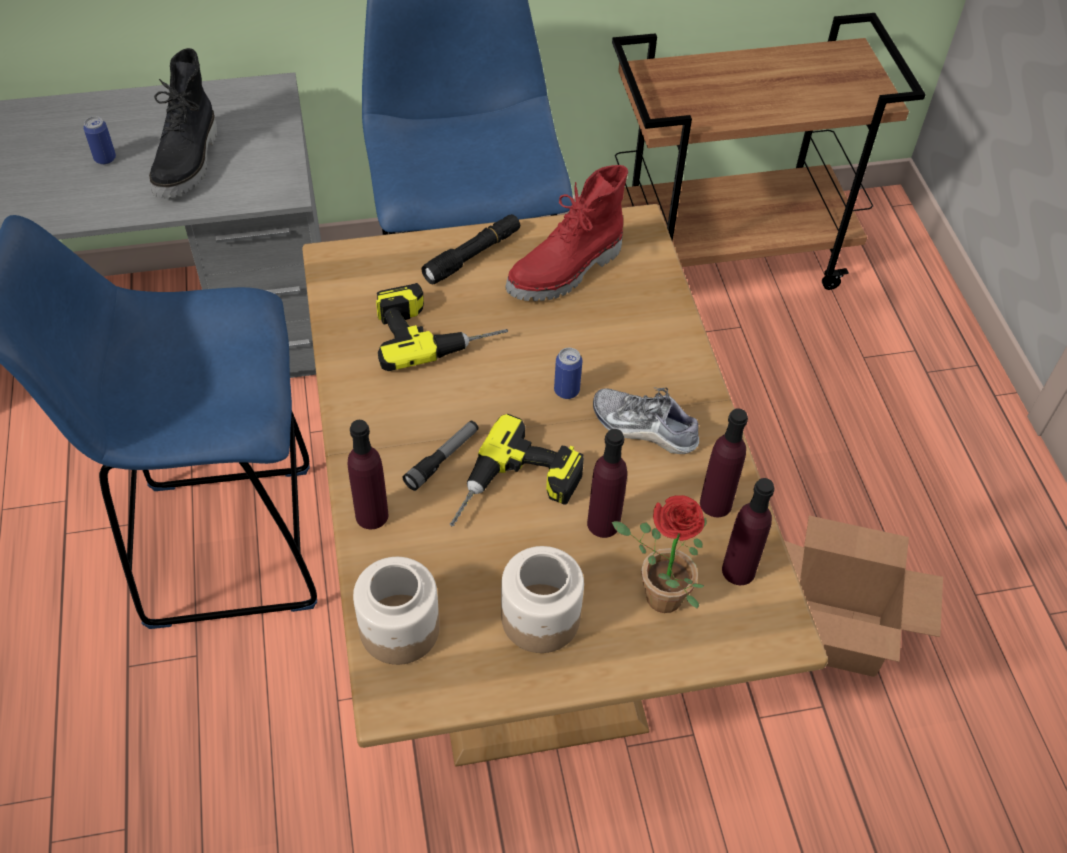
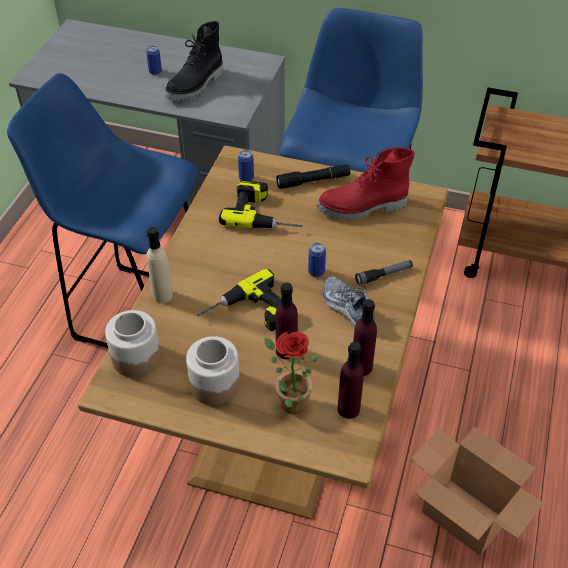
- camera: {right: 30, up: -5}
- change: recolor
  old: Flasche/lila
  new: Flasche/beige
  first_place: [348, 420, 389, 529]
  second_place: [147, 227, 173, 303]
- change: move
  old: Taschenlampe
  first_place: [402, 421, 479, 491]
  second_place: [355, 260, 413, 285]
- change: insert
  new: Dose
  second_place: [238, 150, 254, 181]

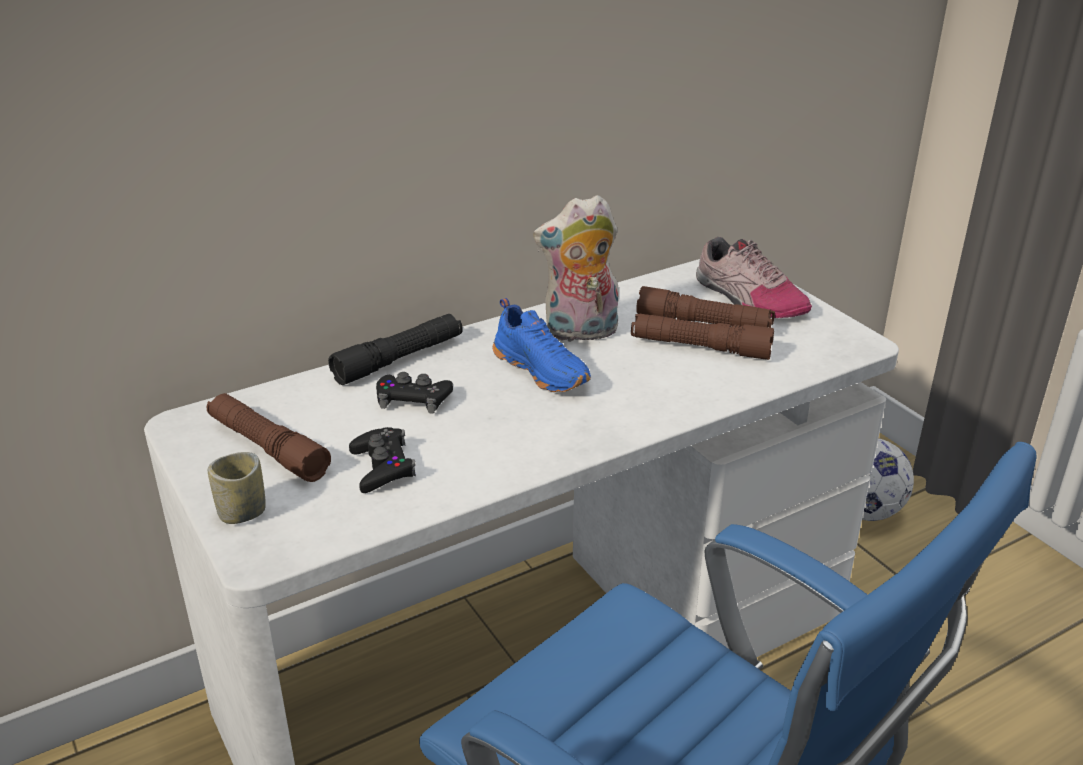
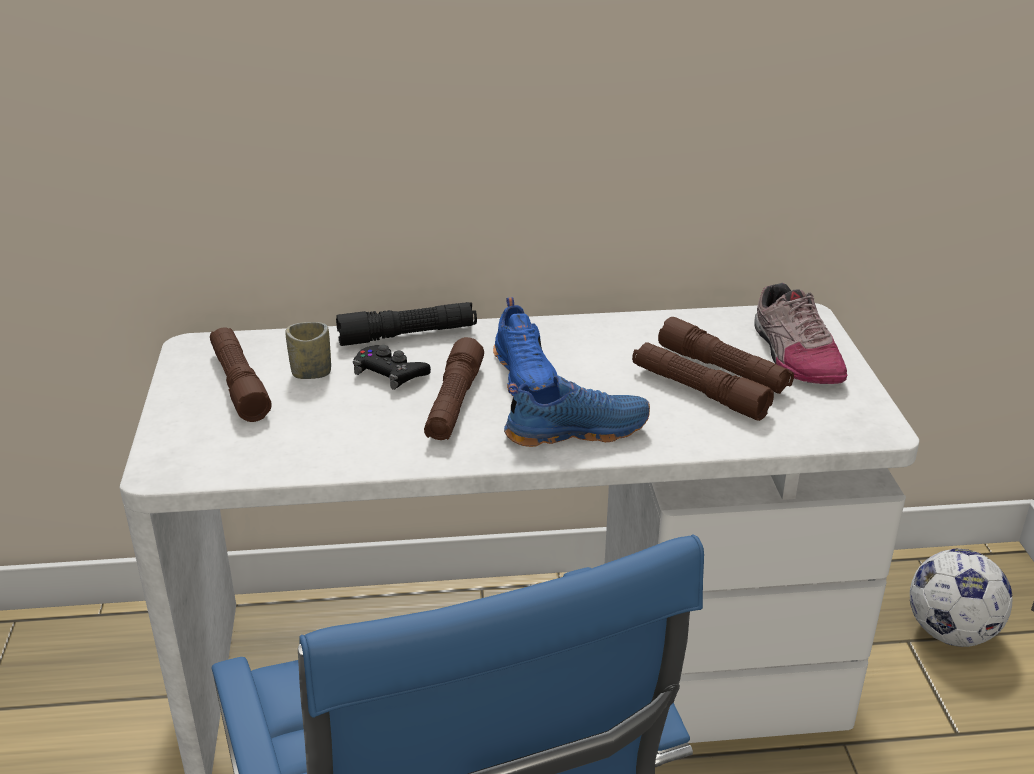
- camera: {right: 25, up: 0}
- change: move
  old: Tasse
  first_place: [208, 452, 266, 524]
  second_place: [285, 322, 331, 379]
- change: delete
  old: Gamepad/schwarz
  first_place: [349, 427, 416, 493]
- change: delete
  old: Plüschtier
  first_place: [533, 195, 619, 342]
- change: insert
  new: Taschenlampe/braun
  second_place: [424, 337, 484, 440]
- change: insert
  new: Schuh/blau
  second_place: [504, 376, 650, 447]

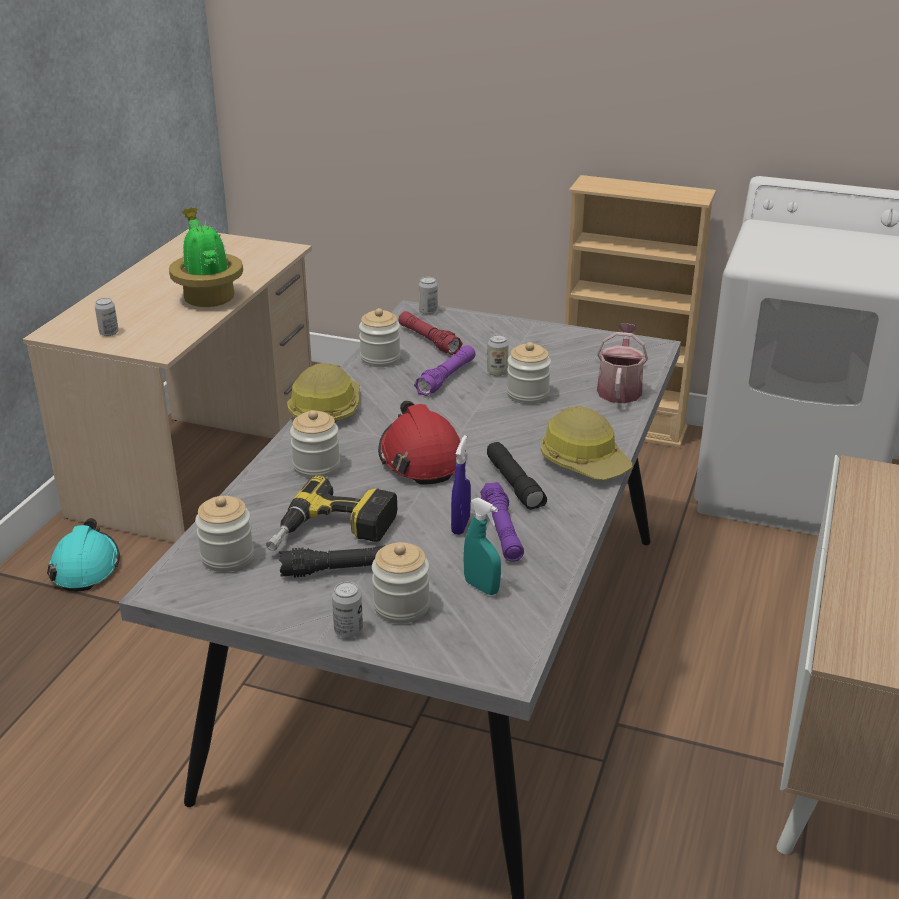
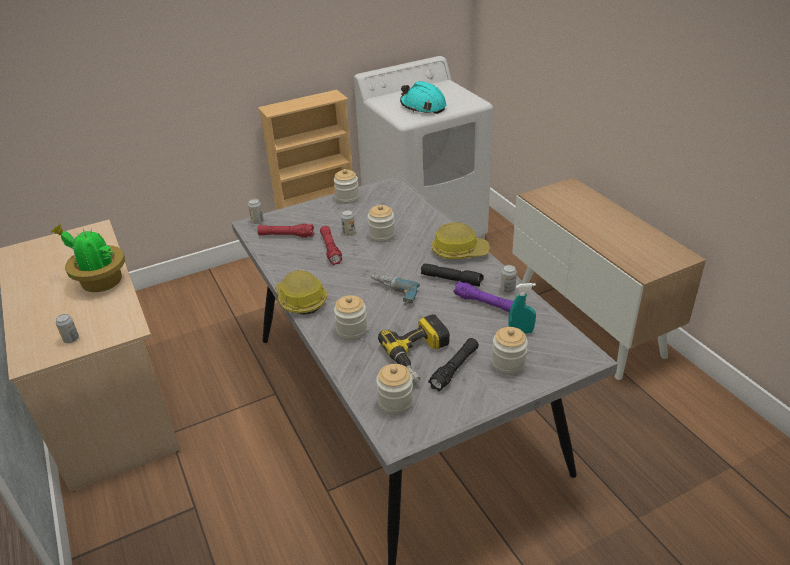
- camera: {right: -45, up: 5}
- change: move
  old: Schutzhelm/türkis
  first_place: [47, 518, 120, 591]
  second_place: [400, 81, 447, 114]
- change: move
  old: Dose
  first_place: [332, 582, 363, 638]
  second_place: [500, 265, 517, 294]
- change: move
  old: Vorratsglas
  first_place: [359, 308, 401, 367]
  second_place: [334, 169, 359, 204]
- change: replace
  old: Schutzhelm/rot
  new: Bohrmaschine
  first_place: [378, 400, 466, 484]
  second_place: [370, 274, 420, 305]
- change: recolor
  old: Taschenlampe/lila
  new: Taschenlampe/rot
  first_place: [414, 345, 476, 396]
  second_place: [320, 226, 342, 265]
- change: delete
  old: Sprühflasche/blau
  first_place: [451, 435, 471, 535]
- change: delete
  old: Gießkanne
  first_place: [597, 324, 648, 403]

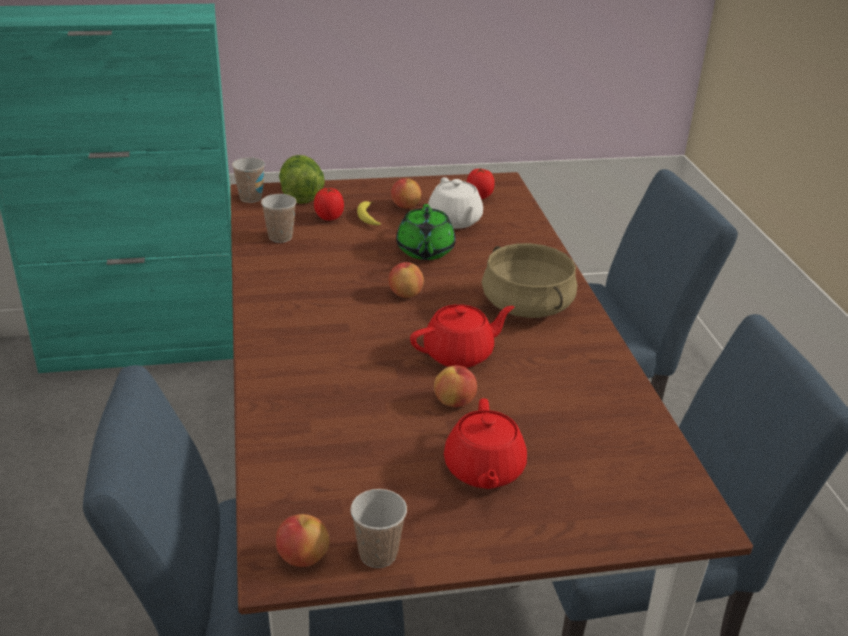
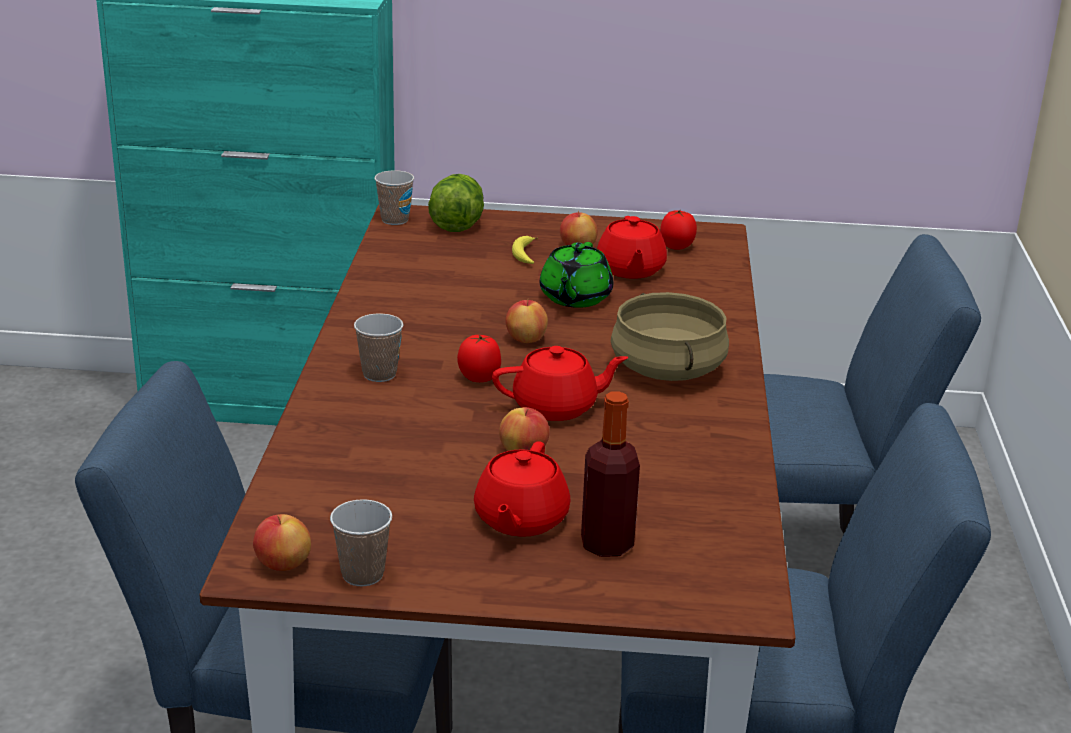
- camera: {right: 15, up: -5}
- change: move
  old: Tasse
  first_place: [261, 194, 297, 243]
  second_place: [354, 314, 403, 382]
- change: move
  old: Tomate
  first_place: [314, 188, 344, 221]
  second_place: [457, 335, 501, 382]
- change: recolor
  old: Teekanne/weiß
  new: Teekanne/rot
  first_place: [428, 177, 483, 229]
  second_place: [597, 216, 667, 279]
- change: insert
  new: Flasche
  second_place: [581, 391, 640, 557]

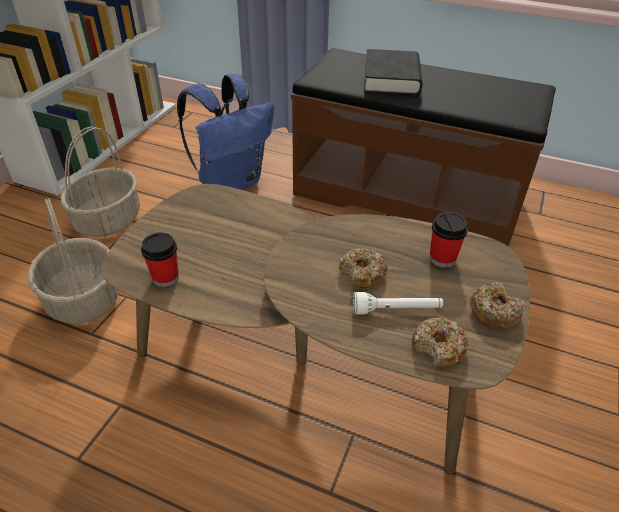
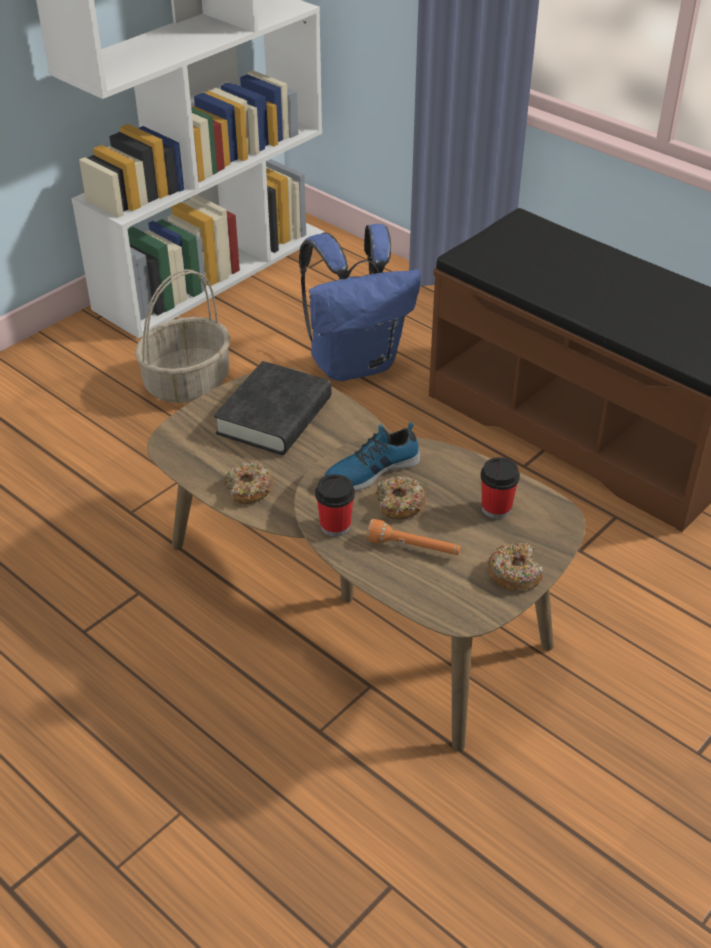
- camera: {right: 20, up: 0}
- change: delete
  old: Korb
  first_place: [28, 198, 119, 324]
- change: move
  old: Tasse
  first_place: [141, 233, 179, 287]
  second_place: [315, 474, 355, 537]
- change: recolor
  old: Taschenlampe/weiß
  new: Taschenlampe/orange
  first_place: [353, 292, 443, 315]
  second_place: [367, 519, 461, 555]
- change: move
  old: Buch/schwarz
  first_place: [364, 49, 422, 96]
  second_place: [214, 361, 331, 455]
- change: move
  old: Donut
  first_place: [412, 317, 469, 367]
  second_place: [224, 462, 273, 504]
- change: insert
  new: Schuh
  second_place: [324, 422, 420, 491]

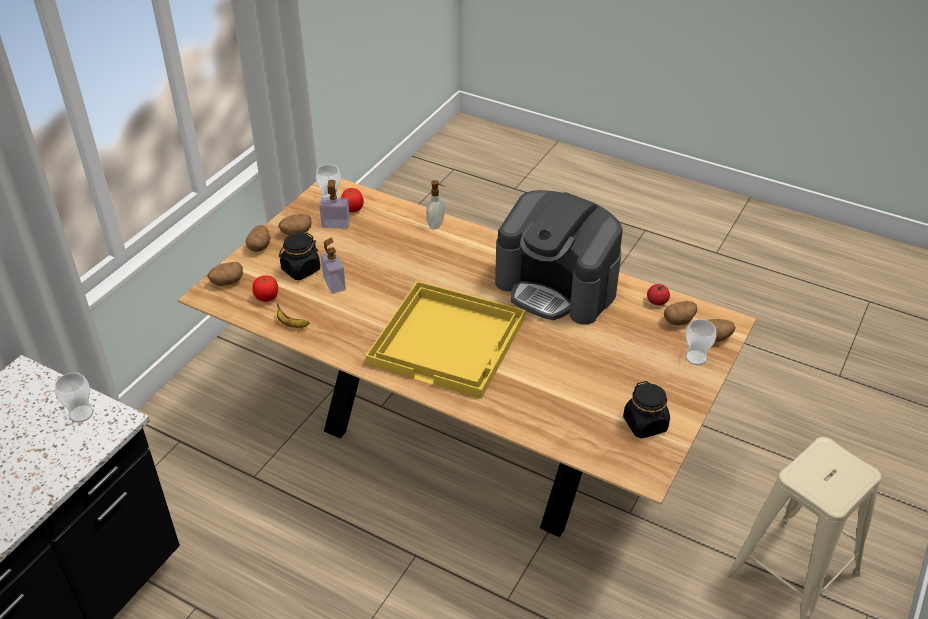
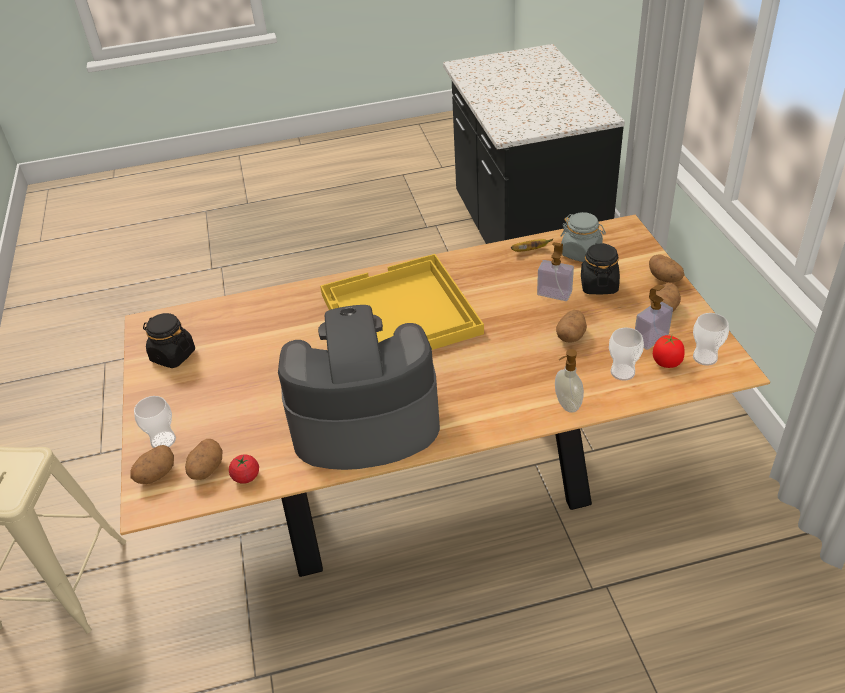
- camera: {right: 140, up: 0}
- change: move
  old: Tasse
  first_place: [55, 373, 93, 423]
  second_place: [609, 328, 644, 381]
- change: move
  old: Kartoffel
  first_place: [207, 262, 243, 286]
  second_place: [556, 310, 587, 343]
- change: replace
  old: Tomate
  new: Vorratsglas/grau
  first_place: [253, 275, 278, 302]
  second_place: [561, 212, 606, 262]

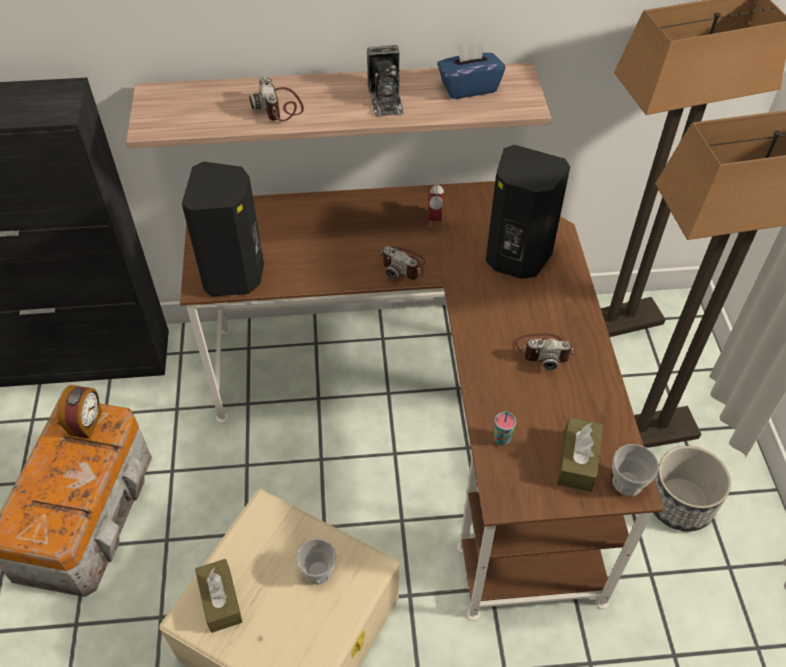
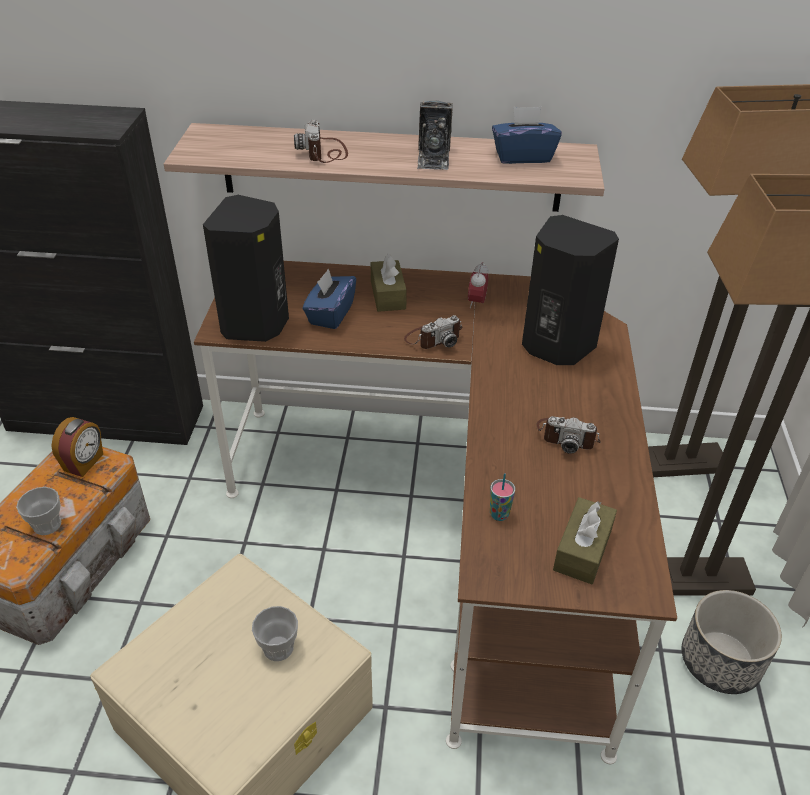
- camera: {right: 10, up: -10}
- change: move
  old: Taschentuchbox/braun
  first_place: [195, 559, 242, 633]
  second_place: [371, 253, 407, 312]
- change: rotate
  old: Kamera
  first_place: [380, 246, 426, 280]
  second_place: [404, 315, 462, 349]
  degrees: -75
- change: move
  old: Tasse
  first_place: [612, 444, 659, 496]
  second_place: [16, 487, 61, 535]
- change: insert
  new: Taschentuchbox/blau
  second_place: [302, 268, 356, 329]

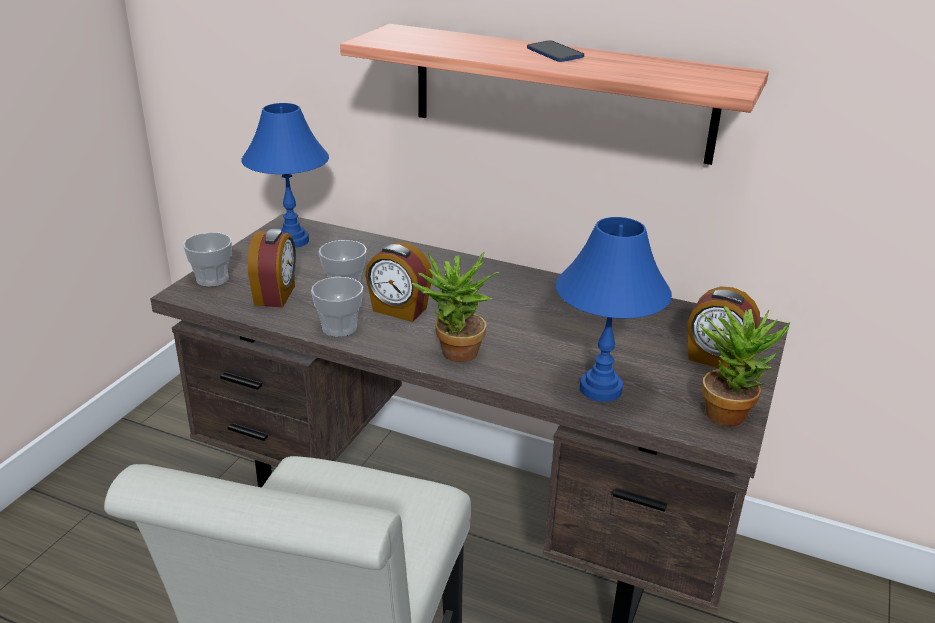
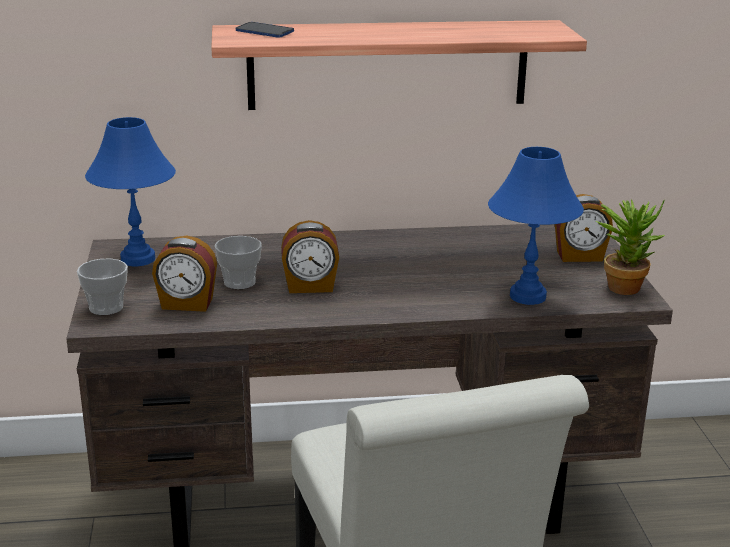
- camera: {right: -30, up: -5}
- change: rotate
  old: Wecker
  first_place: [248, 229, 296, 308]
  second_place: [152, 236, 217, 312]
  degrees: 120
- change: delete
  old: Tasse
  first_place: [311, 277, 363, 337]
- change: delete
  old: Topfpflanze
  first_place: [412, 251, 500, 362]
- change: move
  old: Handy
  first_place: [527, 41, 584, 62]
  second_place: [236, 22, 294, 38]

